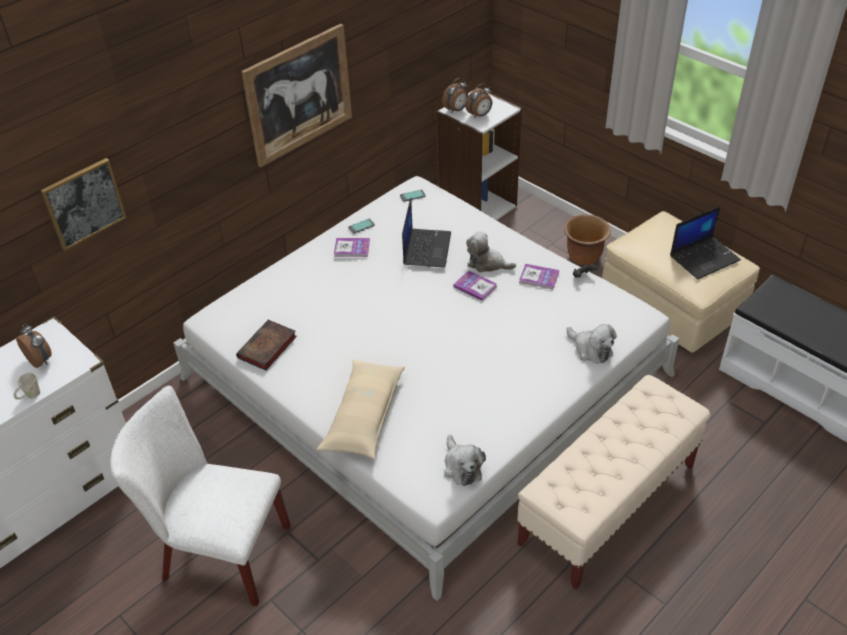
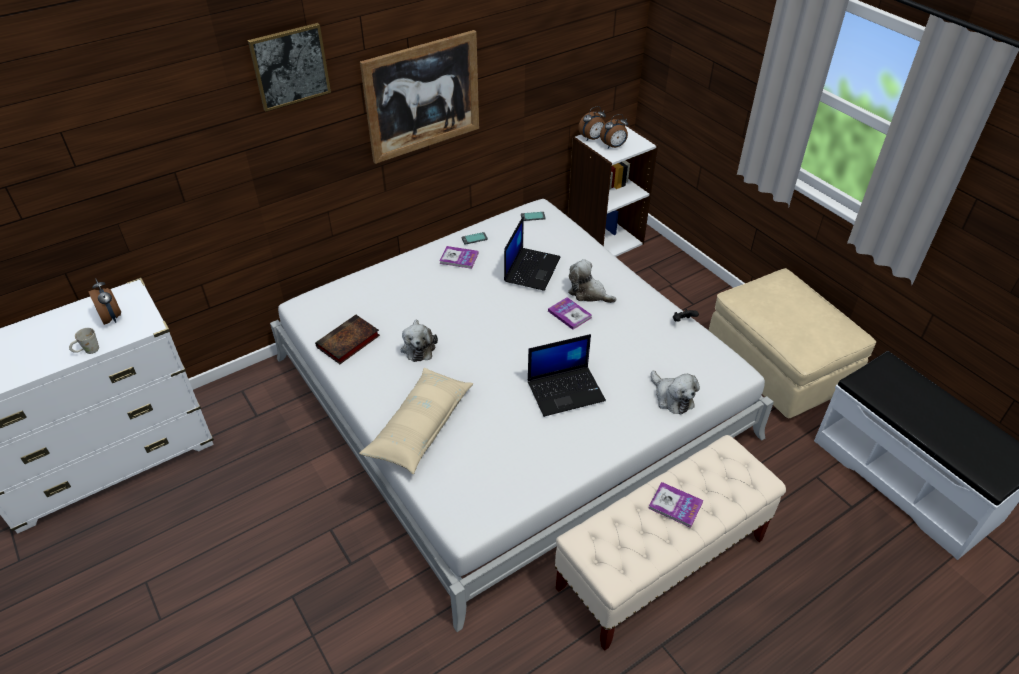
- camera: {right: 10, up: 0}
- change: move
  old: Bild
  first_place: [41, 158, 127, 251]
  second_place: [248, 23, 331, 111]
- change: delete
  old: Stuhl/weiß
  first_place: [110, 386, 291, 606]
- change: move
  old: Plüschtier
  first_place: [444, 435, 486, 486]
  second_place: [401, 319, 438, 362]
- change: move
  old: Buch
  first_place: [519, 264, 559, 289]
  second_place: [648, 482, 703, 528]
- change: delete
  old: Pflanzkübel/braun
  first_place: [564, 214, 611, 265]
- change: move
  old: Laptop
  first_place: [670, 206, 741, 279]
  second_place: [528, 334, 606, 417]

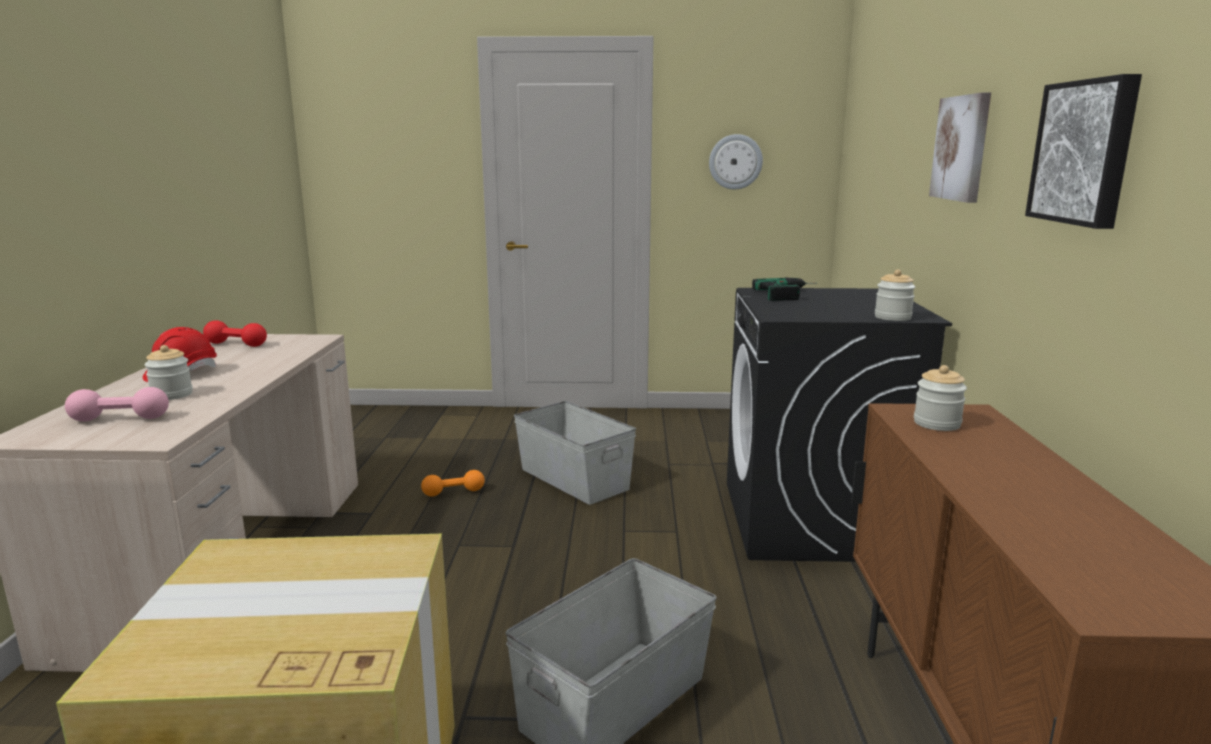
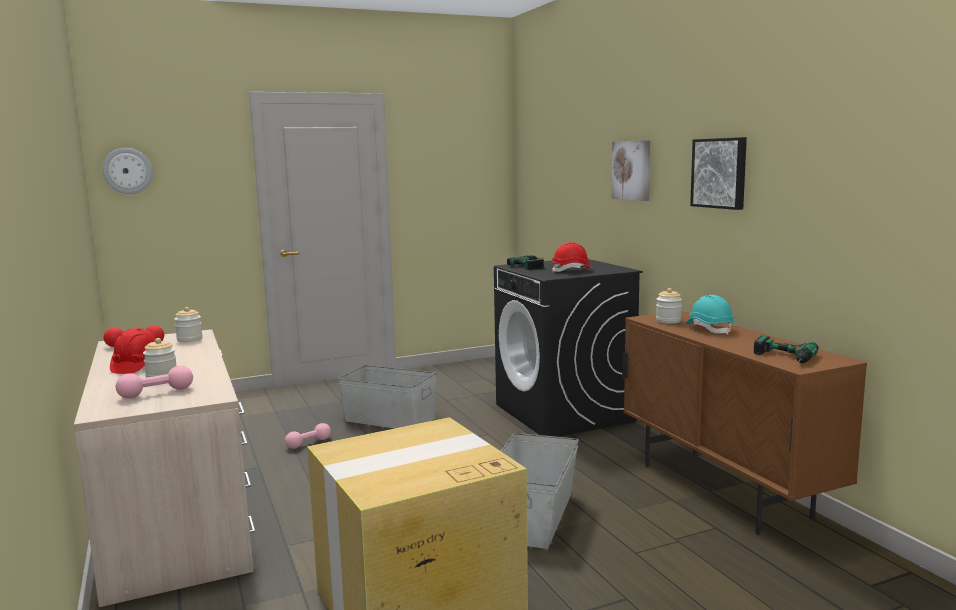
- camera: {right: -25, up: -5}
- change: recolor
  old: Hantel/orange
  new: Hantel/rosa
  first_place: [421, 470, 485, 496]
  second_place: [285, 423, 331, 449]
- change: move
  old: Wanduhr
  first_place: [709, 134, 763, 189]
  second_place: [102, 148, 153, 194]
- change: move
  old: Vorratsglas
  first_place: [875, 269, 916, 321]
  second_place: [174, 307, 203, 342]
- change: insert
  new: Schutzhelm/rot
  second_place: [552, 242, 592, 272]
- change: insert
  new: Schutzhelm/türkis
  second_place: [686, 295, 734, 335]
- change: insert
  new: Bohrmaschine
  second_place: [754, 336, 818, 363]

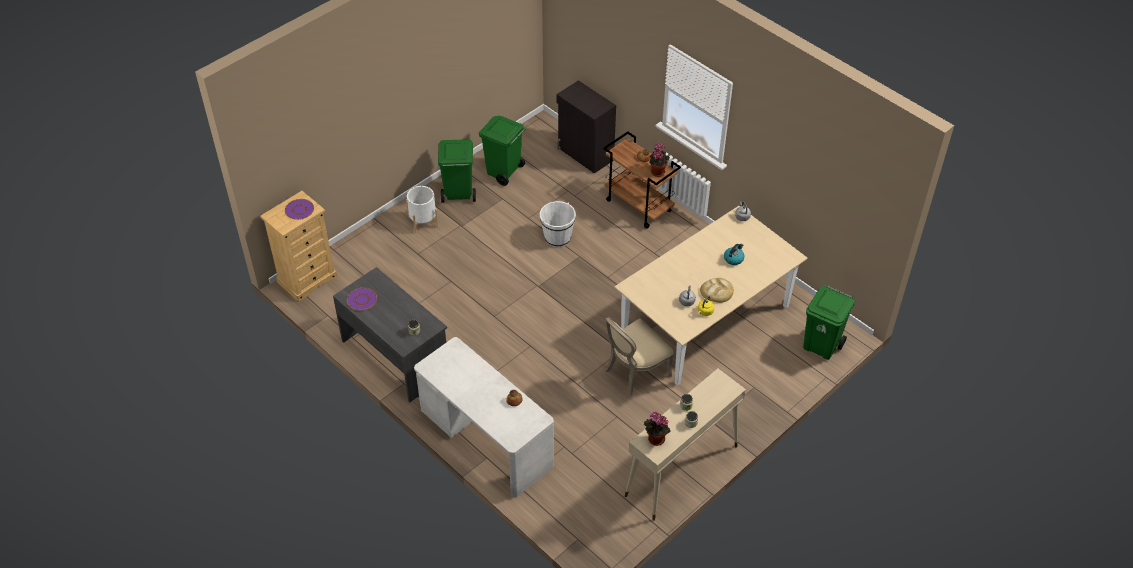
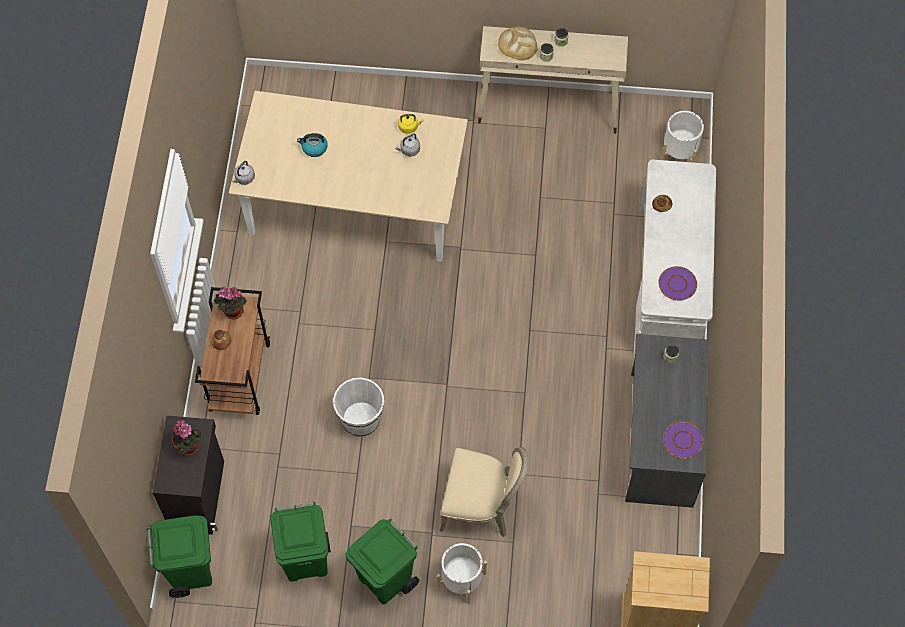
- camera: {right: -130, up: 15}
- change: move
  old: Teller/lila
  first_place: [285, 199, 314, 220]
  second_place: [658, 266, 697, 301]
- change: move
  old: Stuhl/beige
  first_place: [605, 317, 674, 396]
  second_place: [440, 447, 529, 537]
- change: move
  old: Topfpflanze
  first_place: [644, 412, 670, 446]
  second_place: [172, 420, 201, 456]
- change: move
  old: Brot
  first_place: [700, 278, 734, 303]
  second_place: [498, 27, 537, 60]
- change: move
  old: Mülleimer/grün
  first_place: [803, 285, 855, 360]
  second_place: [147, 515, 212, 598]
- change: insert
  new: Pflanzkübel/weiß
  second_place: [661, 111, 704, 163]

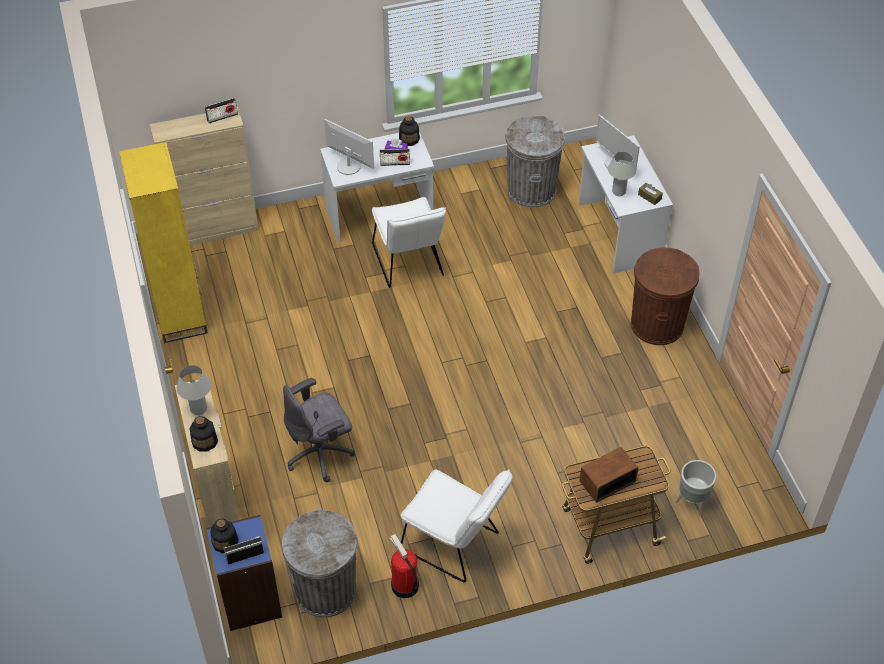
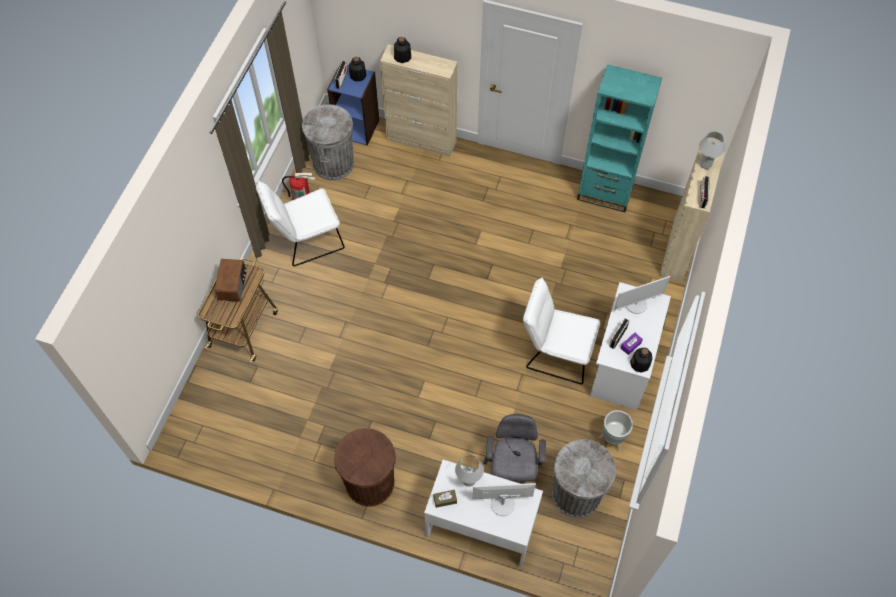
- camera: {right: 125, up: 10}
- change: recolor
  old: Bücherregal/gelb
  new: Bücherregal/türkis
  first_place: [119, 142, 208, 343]
  second_place: [577, 64, 662, 212]
- change: move
  old: Tischlampe/weiß
  first_place: [177, 365, 211, 415]
  second_place: [699, 131, 725, 169]
- change: move
  old: Bürostuhl/grau
  first_place: [283, 378, 355, 482]
  second_place: [483, 414, 546, 484]
- change: move
  old: Pflanzkübel/grau
  first_place: [675, 460, 717, 516]
  second_place: [599, 410, 633, 451]

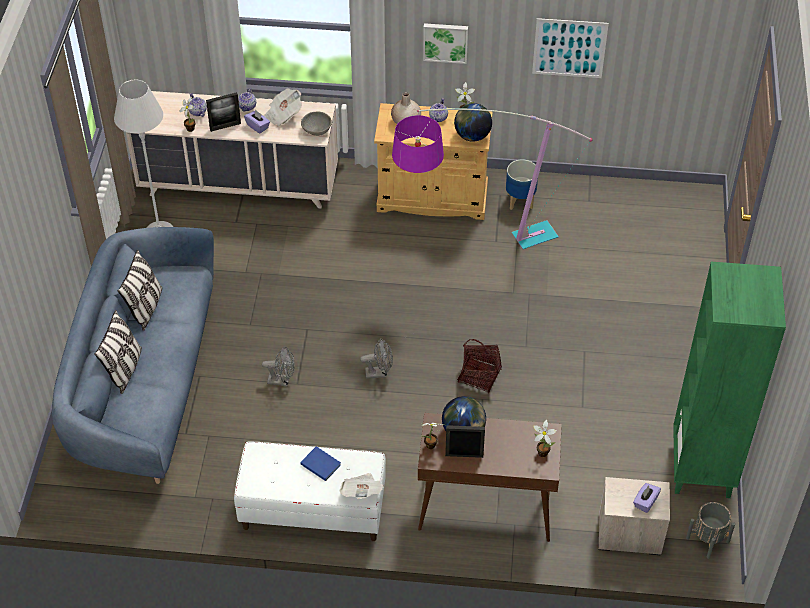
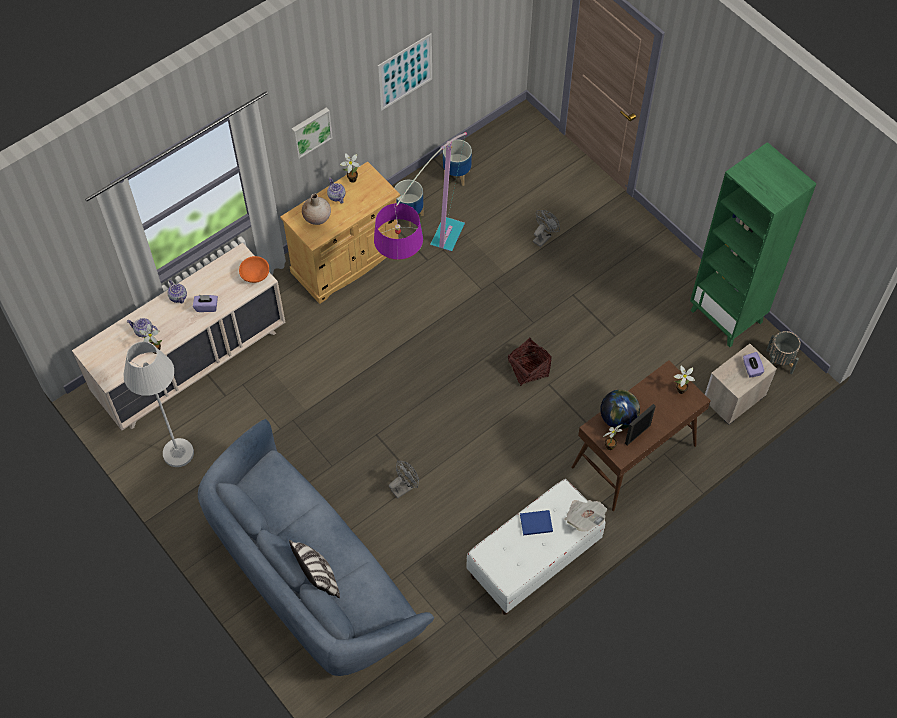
- camera: {right: -45, up: 10}
- change: delete
  old: Kissen
  first_place: [118, 250, 162, 331]
- change: delete
  old: Bilderrahmen
  first_place: [206, 92, 241, 132]
- change: delete
  old: Zeitung
  first_place: [264, 88, 302, 126]
- change: recolor
  old: Schüssel/grau
  new: Schüssel/orange
  first_place: [301, 112, 332, 136]
  second_place: [239, 256, 269, 283]
- change: move
  old: Ventilator/grau
  first_place: [360, 338, 393, 379]
  second_place: [533, 210, 560, 247]
- change: delete
  old: Globus
  first_place: [454, 103, 492, 142]
- change: insert
  new: Pflanzkübel
  second_place: [443, 139, 472, 186]

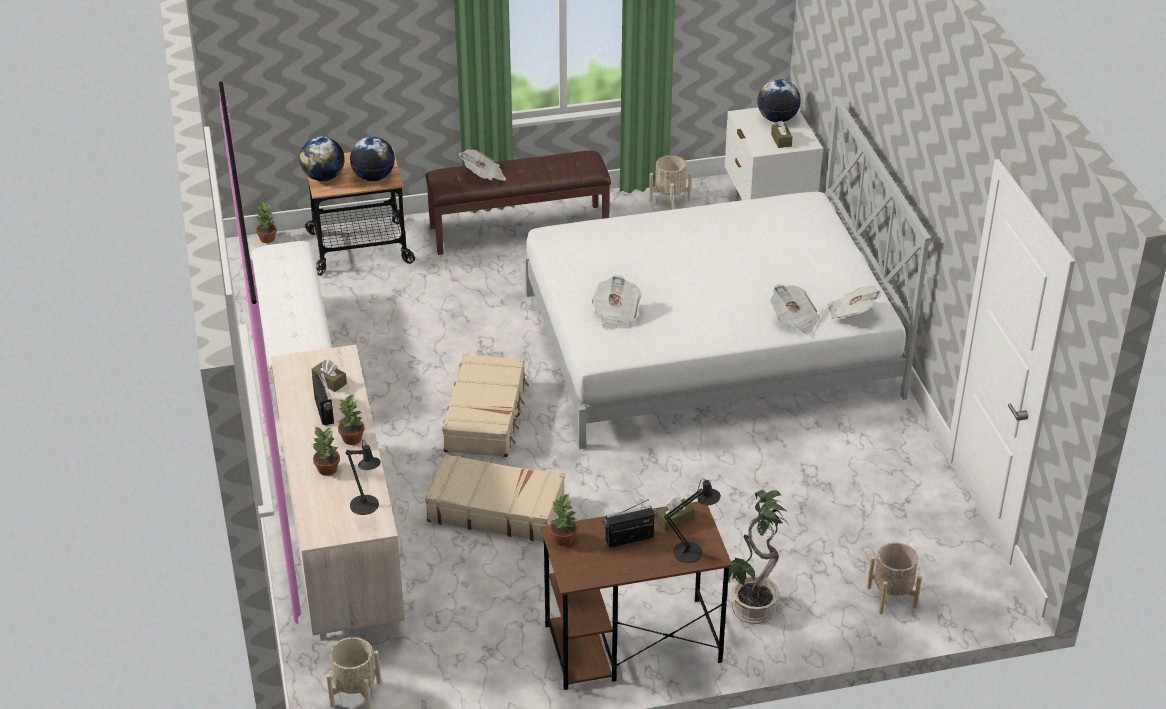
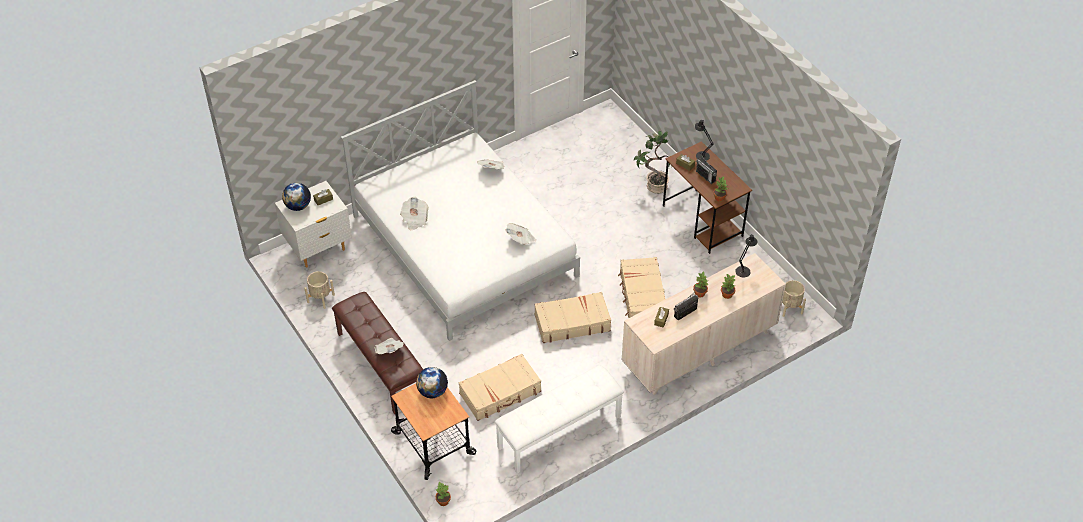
- camera: {right: -110, up: 10}
- change: delete
  old: Globus
  first_place: [300, 137, 344, 181]
- change: move
  old: Zeitung
  first_place: [828, 285, 881, 319]
  second_place: [400, 197, 429, 230]
- change: delete
  old: Pflanzkübel/beige
  first_place: [867, 542, 922, 614]
- change: insert
  new: Koffer/beige
  second_place: [459, 354, 541, 421]

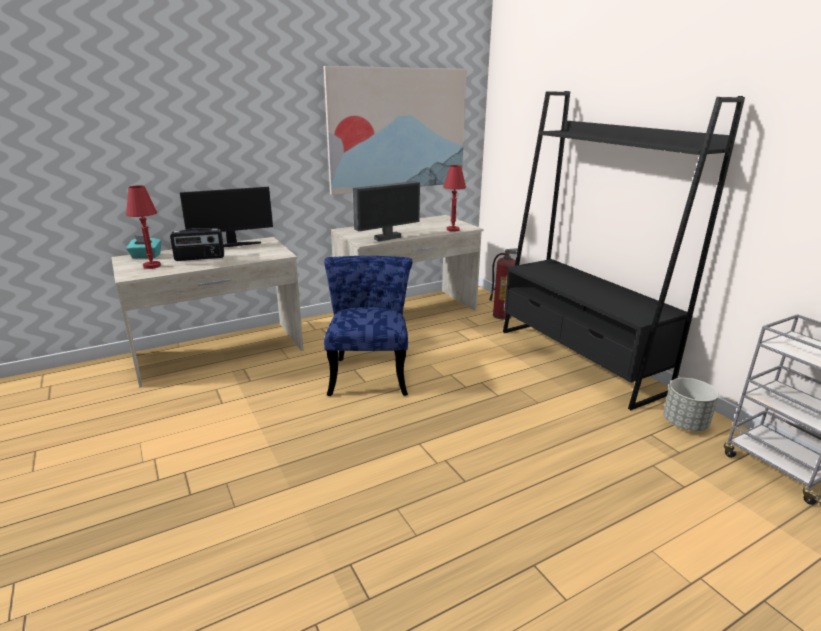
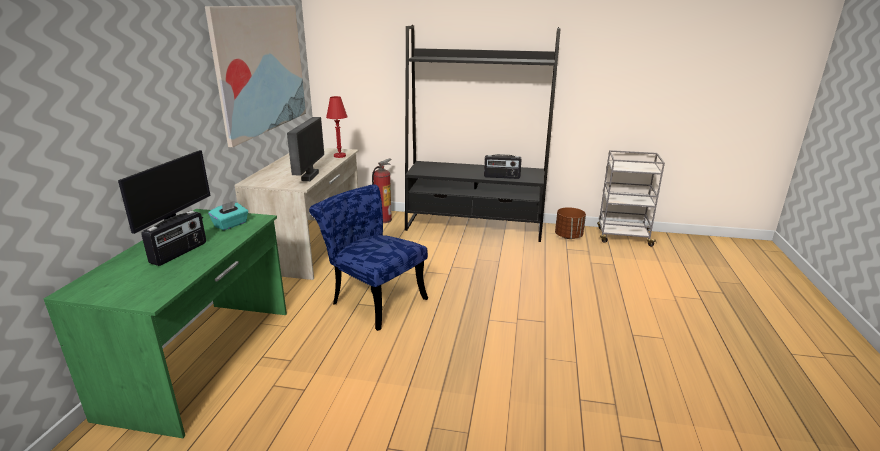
- camera: {right: -50, up: 0}
- change: recolor
  old: Schreibtisch/beige
  new: Schreibtisch/grün
  first_place: [112, 237, 304, 388]
  second_place: [44, 209, 287, 438]
- change: delete
  old: Tischlampe/rot
  first_place: [126, 185, 161, 269]
- change: move
  old: Taschentuchbox/türkis
  first_place: [126, 236, 161, 258]
  second_place: [208, 201, 248, 230]
- change: recolor
  old: Pflanzkübel/grau
  new: Pflanzkübel/braun
  first_place: [663, 378, 719, 431]
  second_place: [555, 207, 586, 239]
- change: insert
  new: Radio
  second_place: [484, 154, 521, 179]

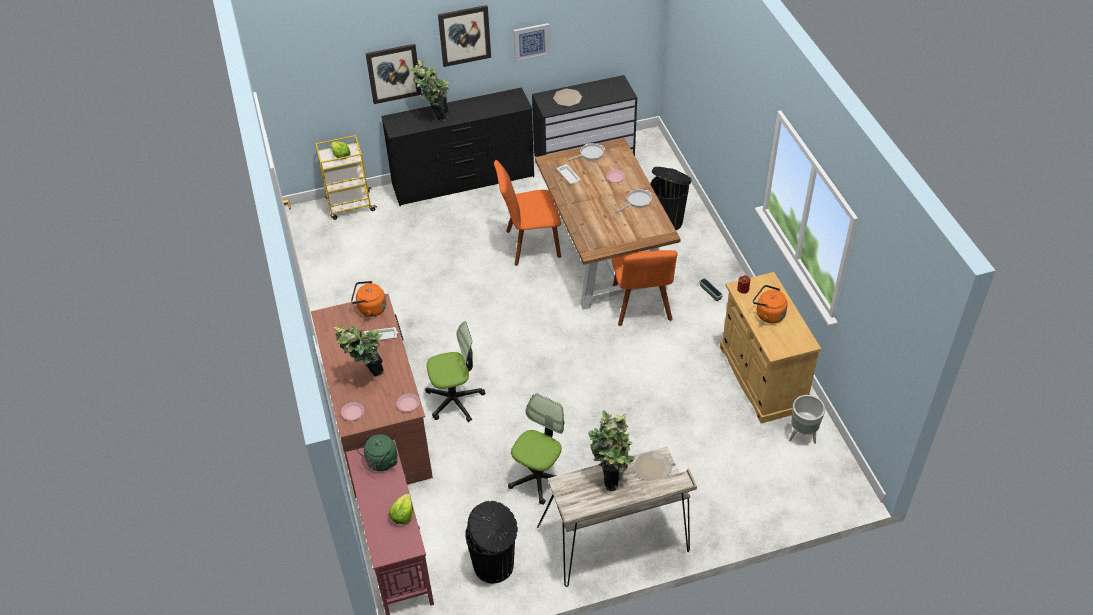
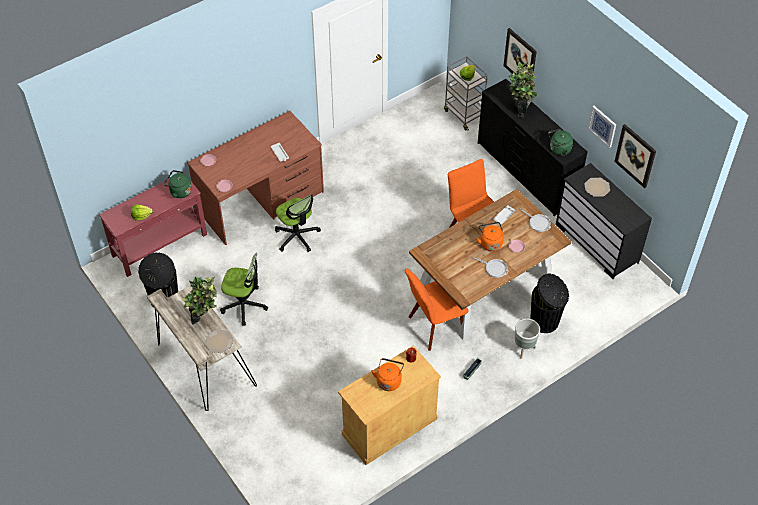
- camera: {right: 70, up: 5}
- change: recolor
  old: Rollwagen/gelb
  new: Rollwagen/grau
  first_place: [315, 135, 377, 220]
  second_place: [444, 56, 488, 131]
- change: delete
  old: Topfpflanze
  first_place: [334, 324, 384, 376]
- change: move
  old: Wasserkessel/orange
  first_place: [351, 281, 386, 317]
  second_place: [476, 222, 504, 251]
- change: move
  old: Bild
  first_place: [438, 5, 491, 67]
  second_place: [614, 124, 656, 188]
- change: move
  old: Pflanzkübel/grau
  first_place: [789, 395, 825, 444]
  second_place: [515, 318, 540, 359]
- change: insert
  new: Wasserkessel/grün
  second_place: [548, 129, 573, 156]

